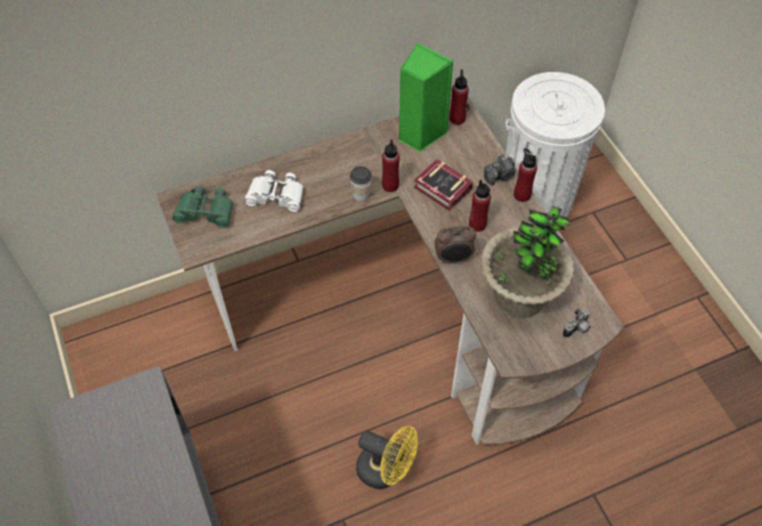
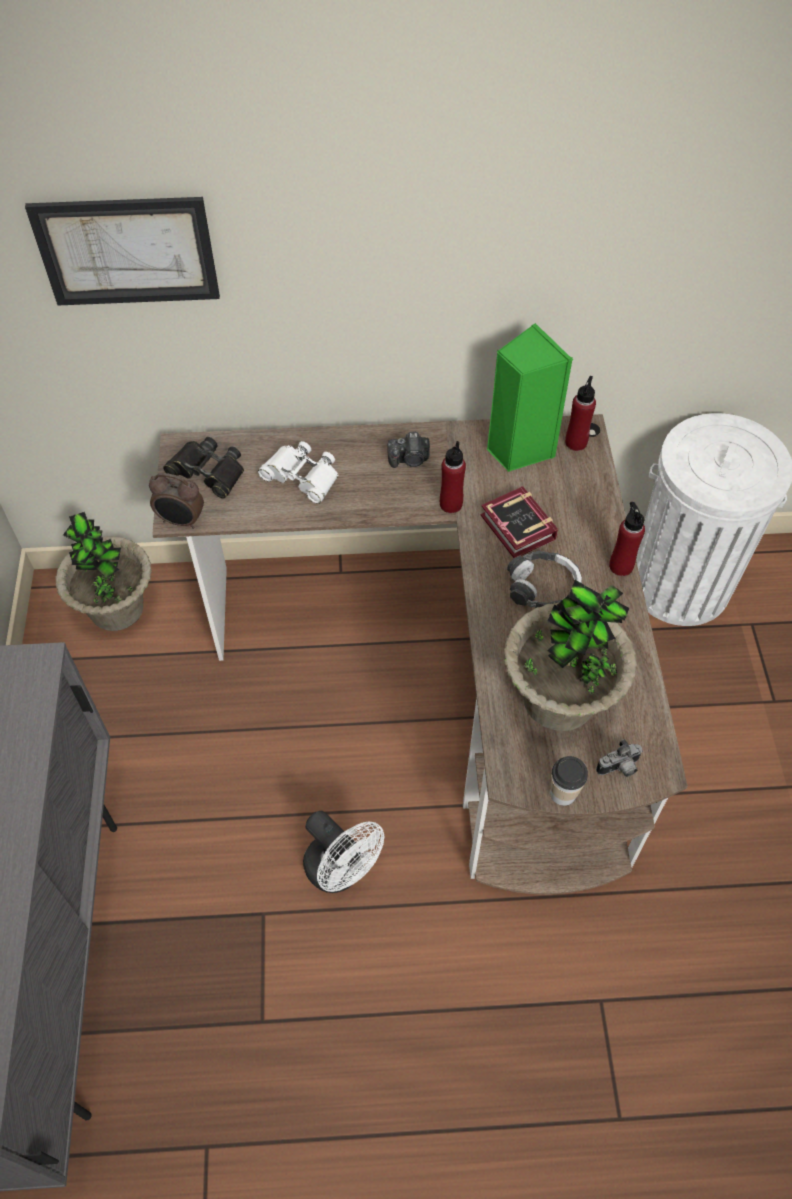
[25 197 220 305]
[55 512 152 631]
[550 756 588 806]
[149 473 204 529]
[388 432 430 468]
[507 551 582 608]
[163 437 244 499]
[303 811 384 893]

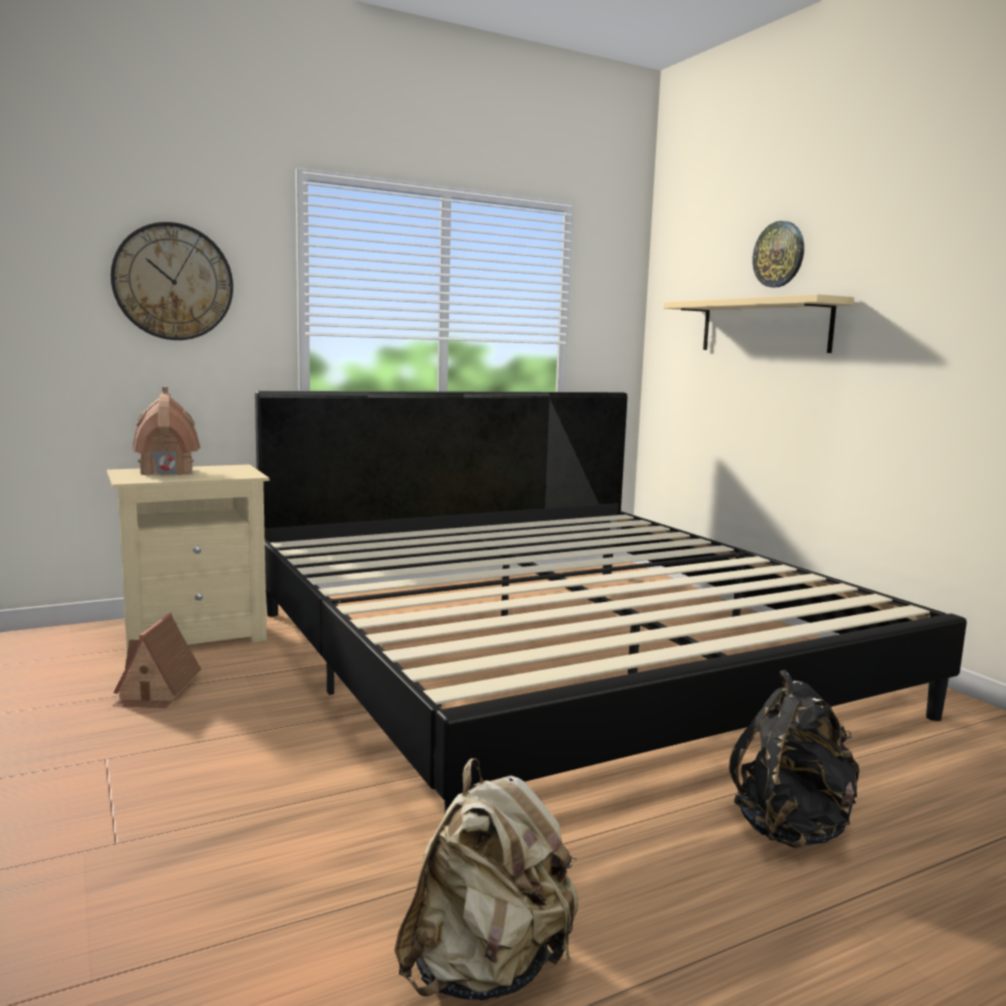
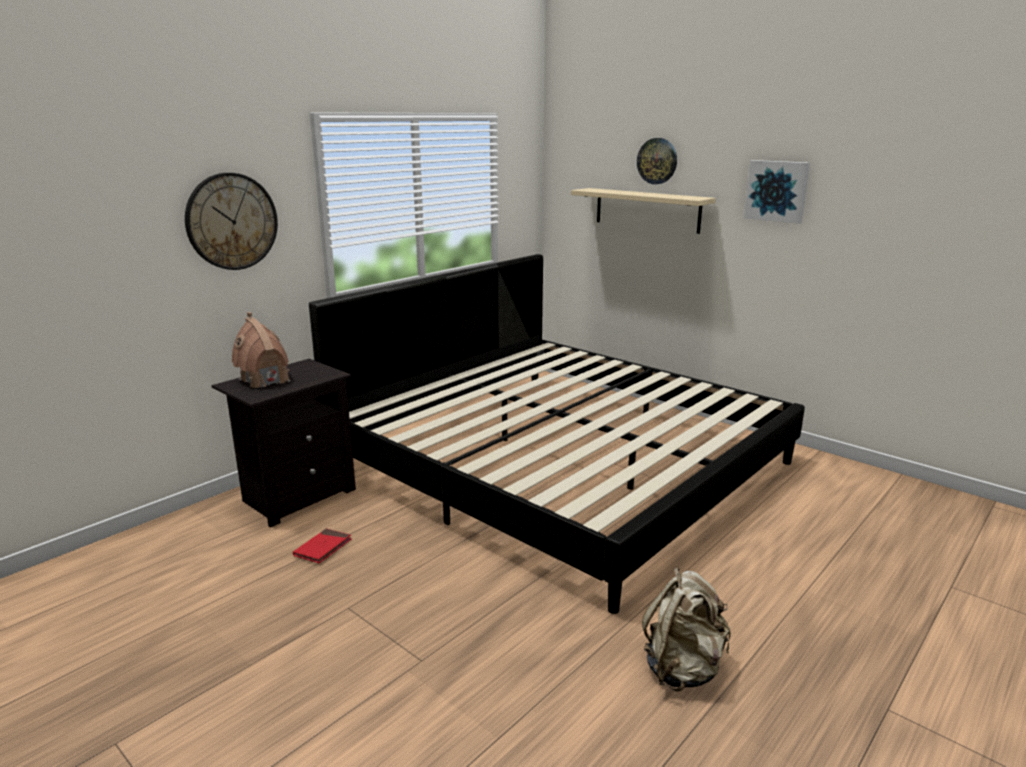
[729 670 859 848] (first image)
[744 160 810 224]
[293 529 352 563]
[212 359 356 528]

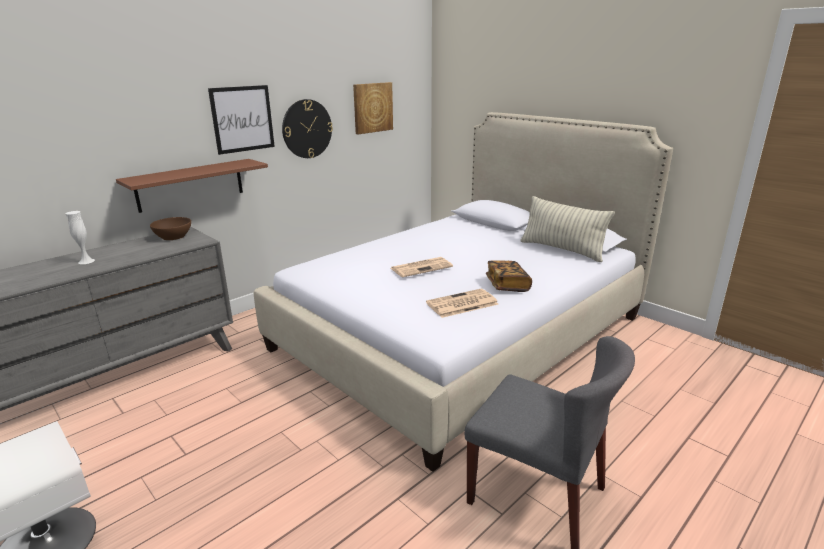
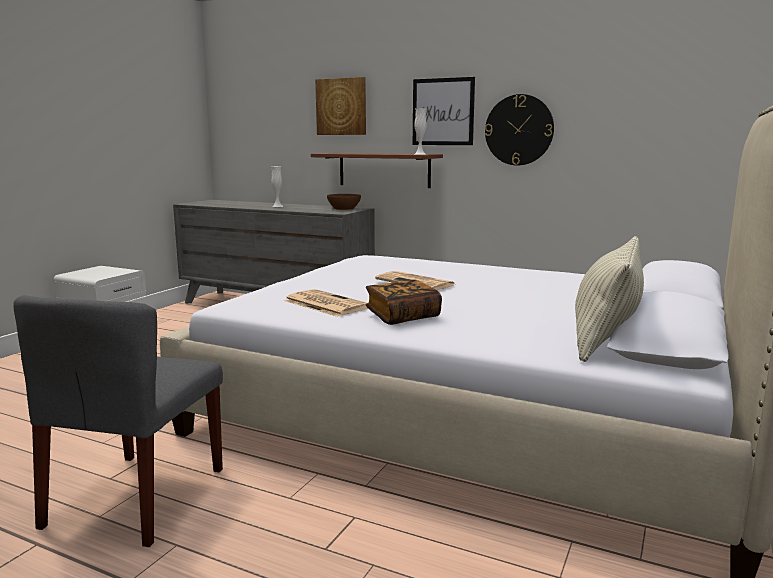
[414 108 426 154]
[315 77 366 135]

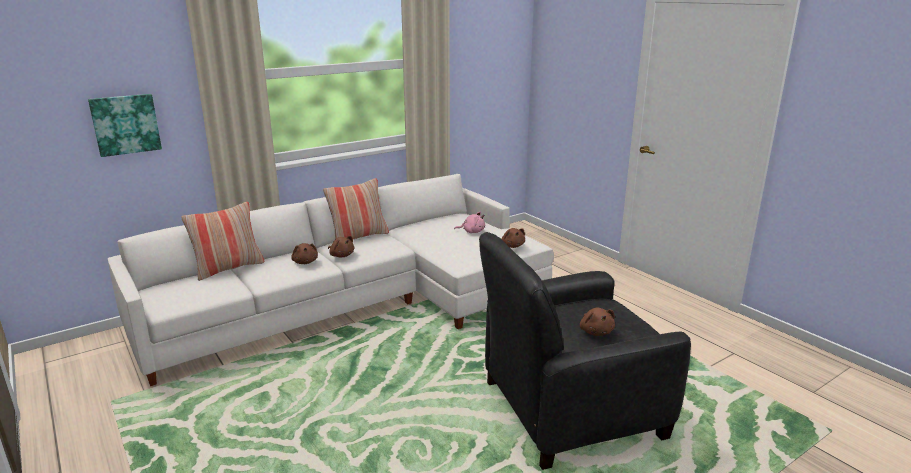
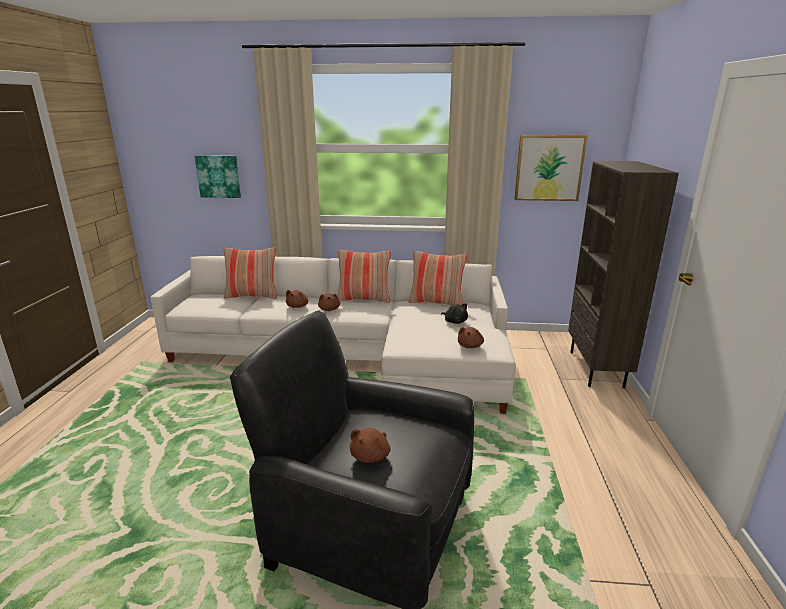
[409 251 467 306]
[514 135 587 201]
[568 161 679 389]
[441 304 468 324]

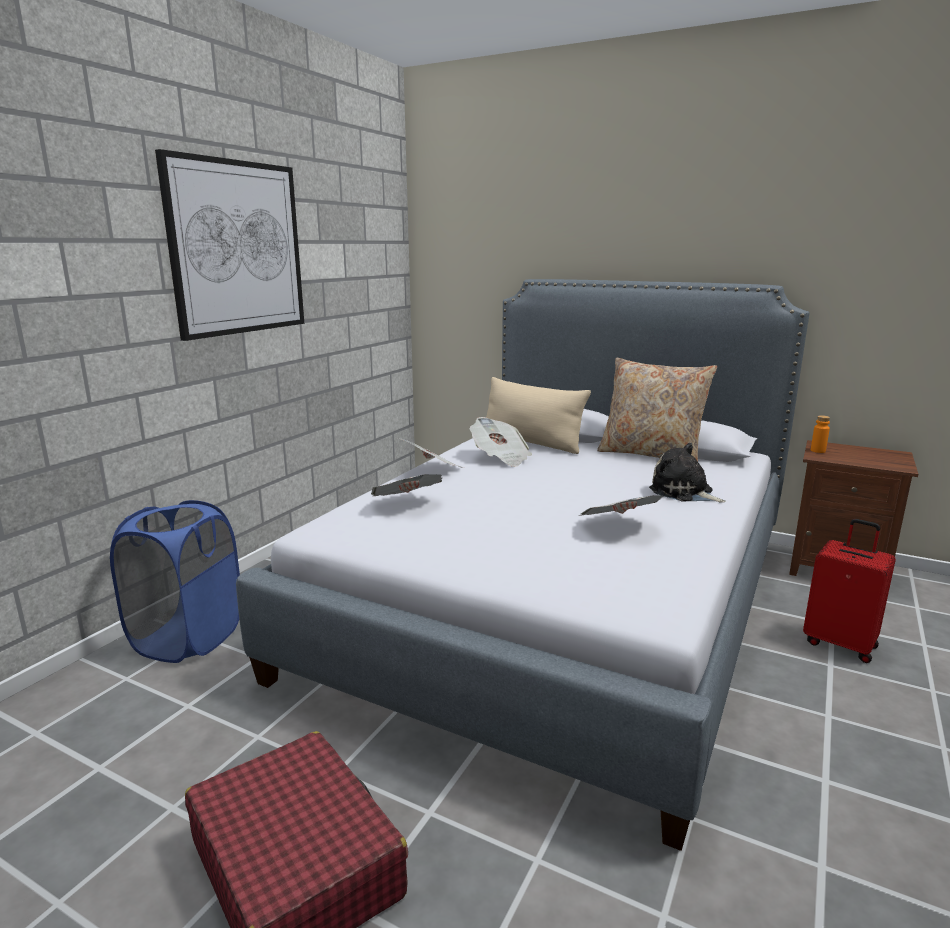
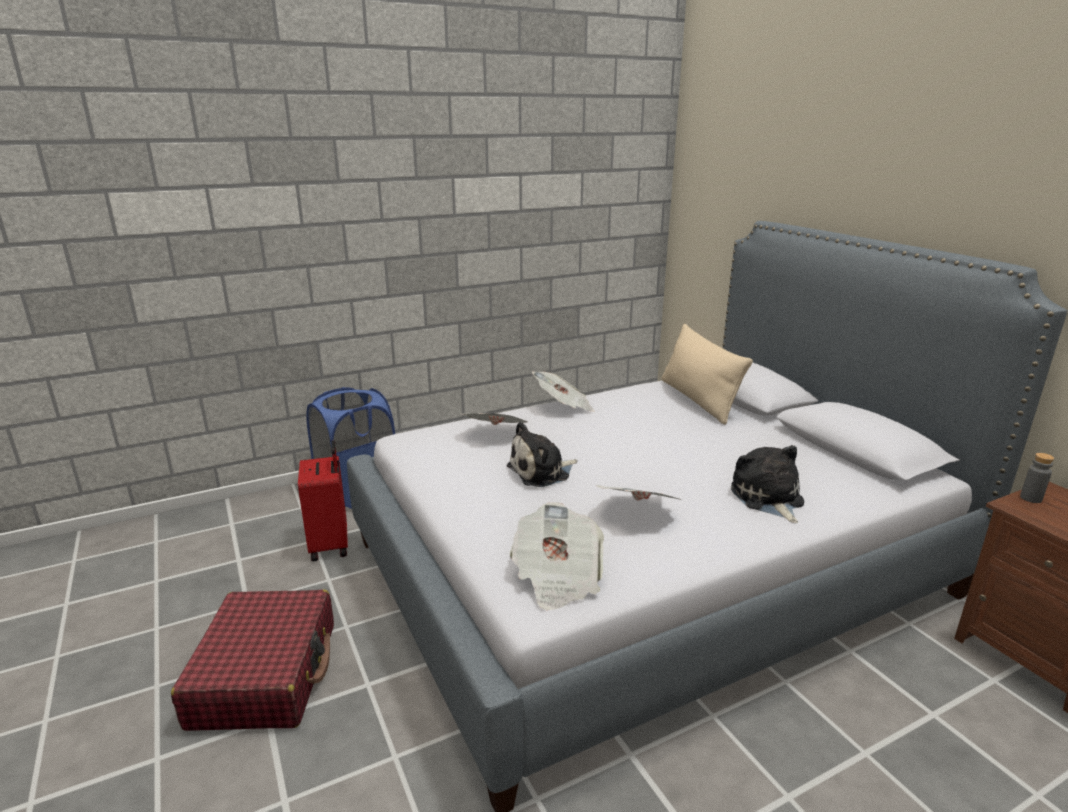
[155 149 304 341] (first image)
[597 358 717 461] (first image)
[507 422 578 487]
[510 502 604 611]
[298 440 348 562]
[1020 453 1054 503]

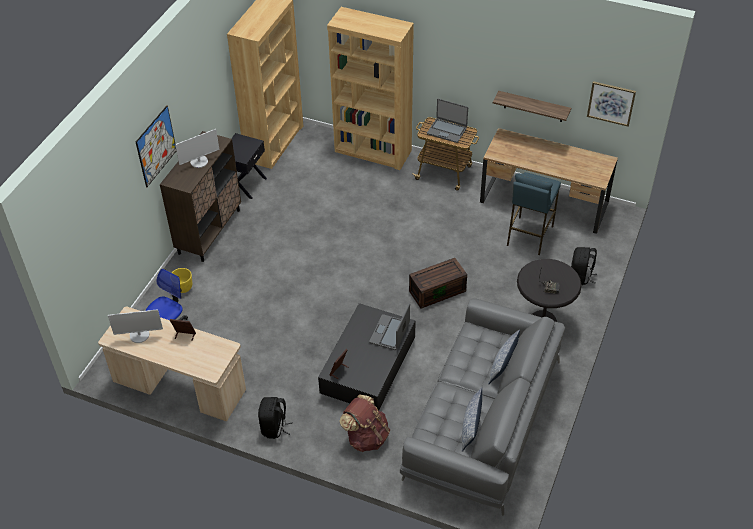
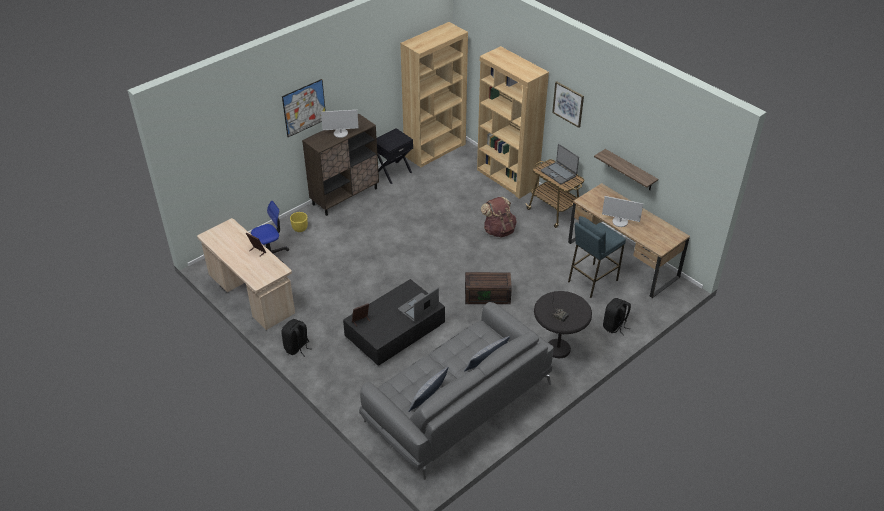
[602 196 643 227]
[481 196 517 238]
[552 81 584 128]

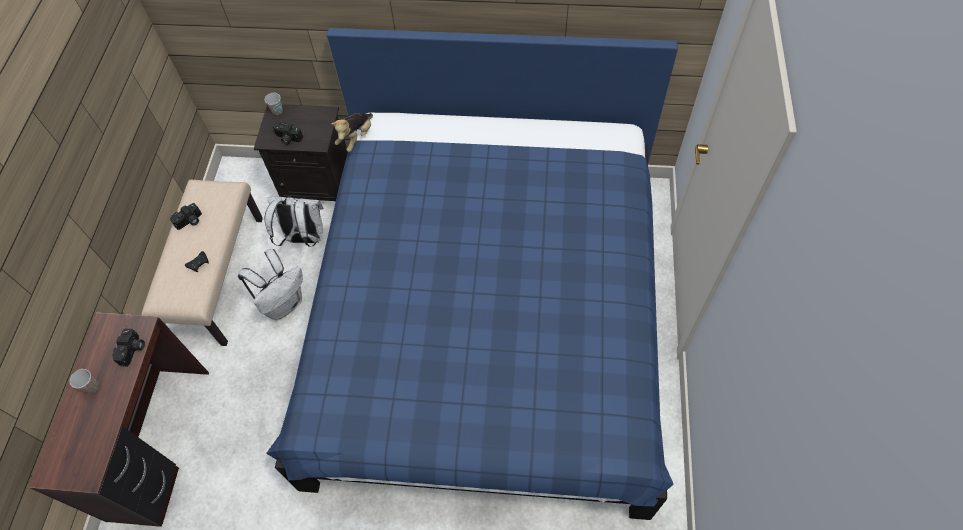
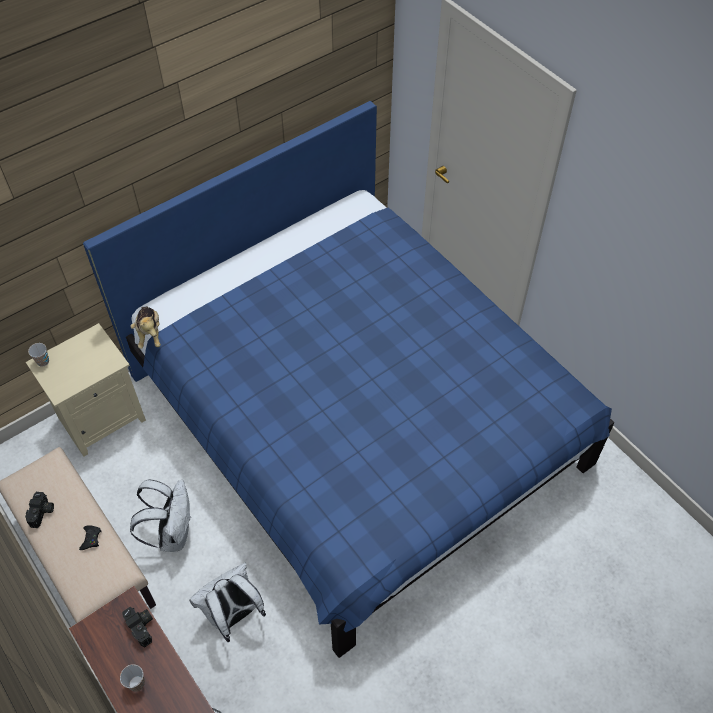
[273 121 303 145] (first image)
[189 562 266 643]
[26 323 146 457]

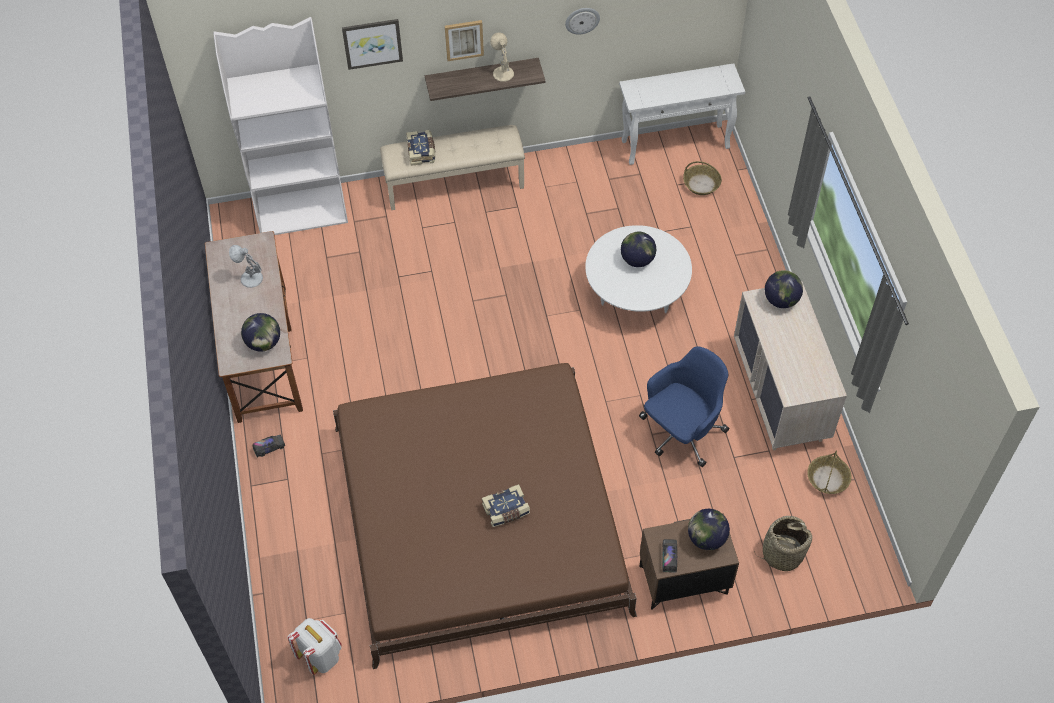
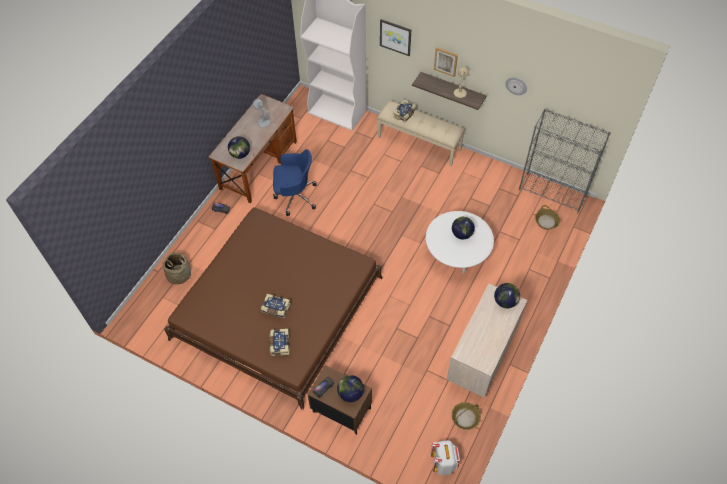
[269 329 289 356]
[430 440 460 475]
[273 149 316 216]
[162 253 191 284]
[519 109 611 213]

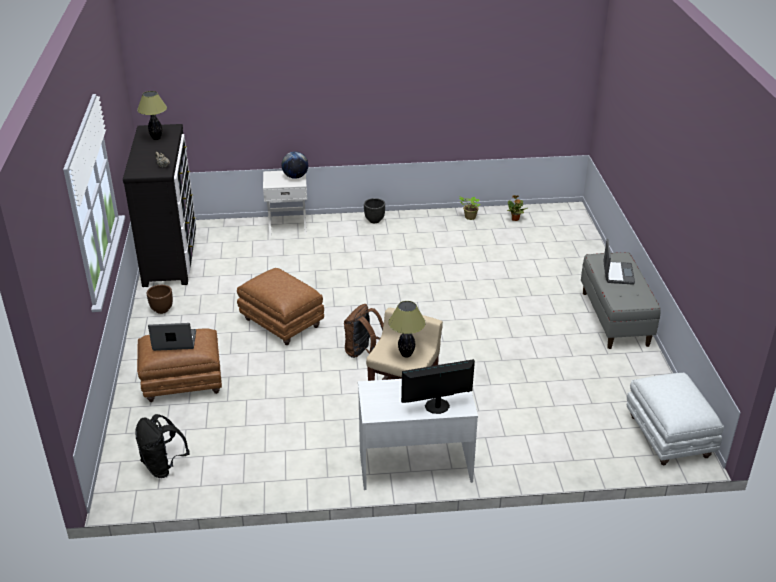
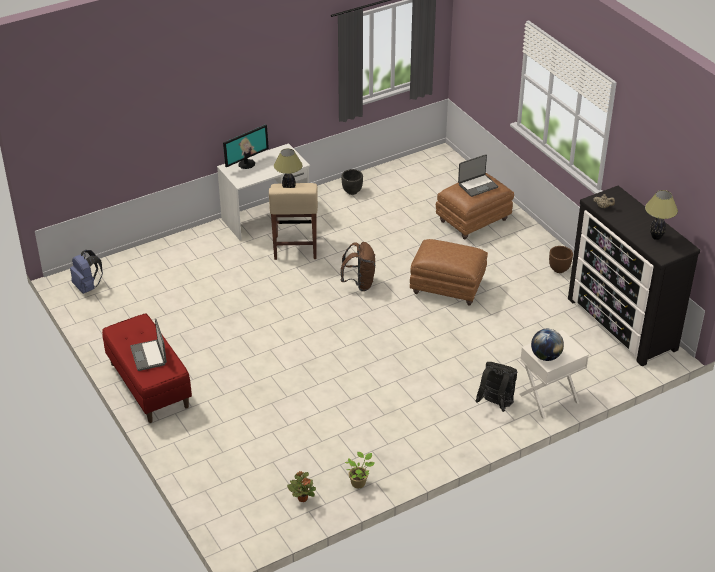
[475 362 517 412]
[341 169 363 195]
[70 250 103 294]
[102 313 192 423]

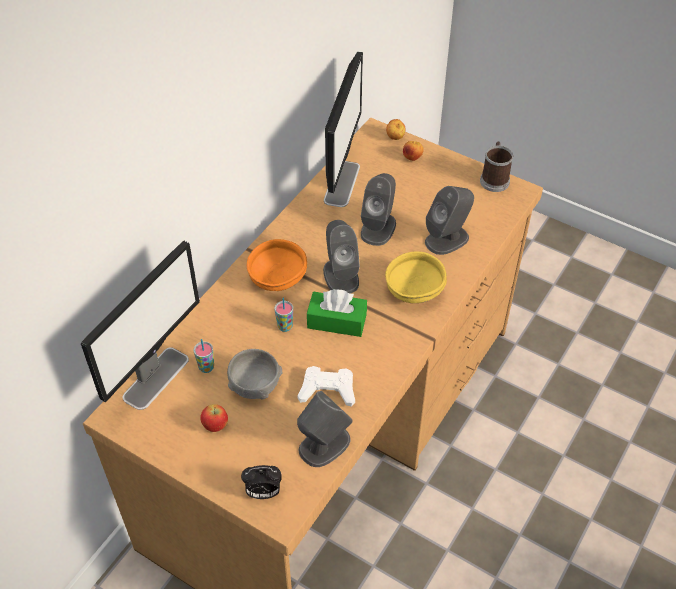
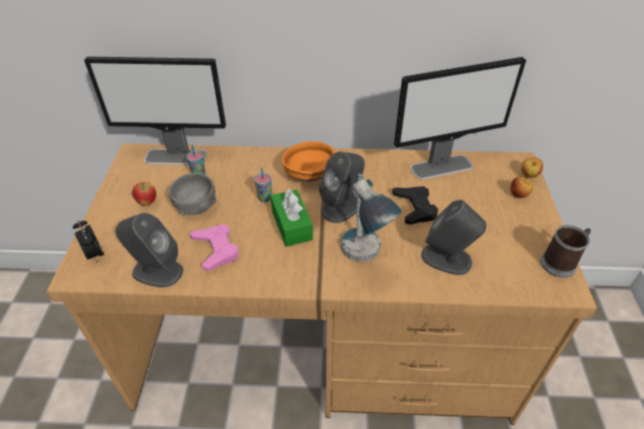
[392 186 438 225]
[341 174 402 262]
[190 224 239 271]

